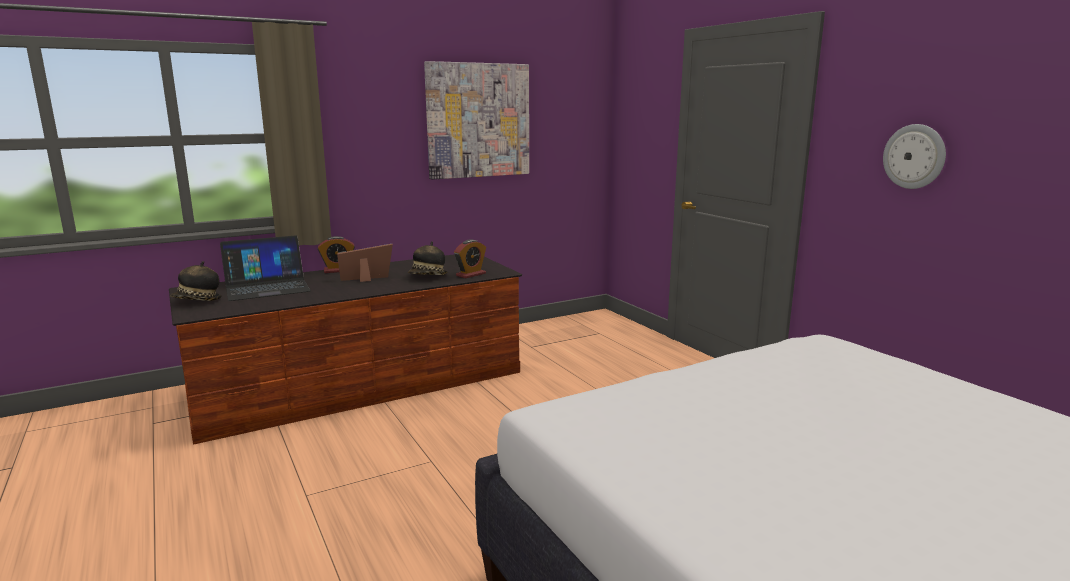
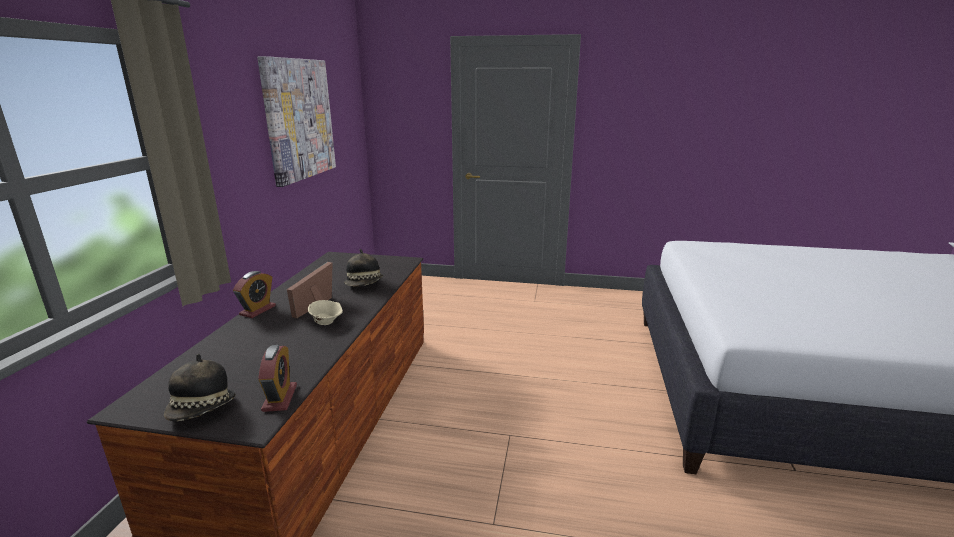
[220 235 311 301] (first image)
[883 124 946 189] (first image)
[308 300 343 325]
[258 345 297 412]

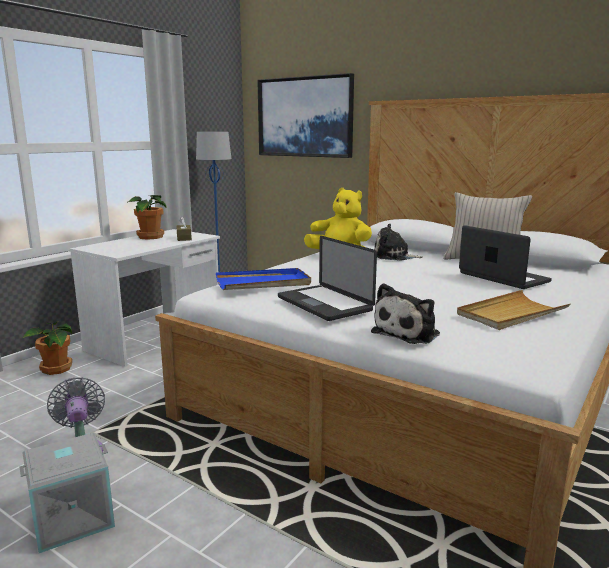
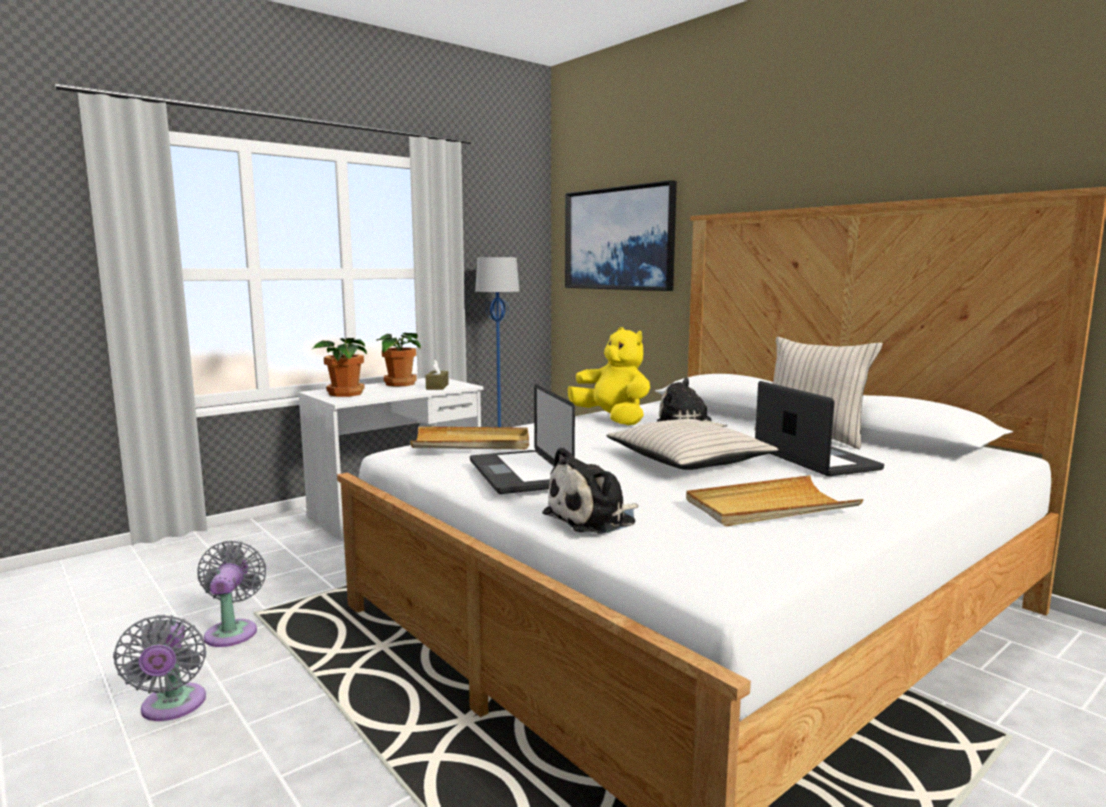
[606 419 779 470]
[312 338 367 397]
[113 615 206 721]
[410 426 529 450]

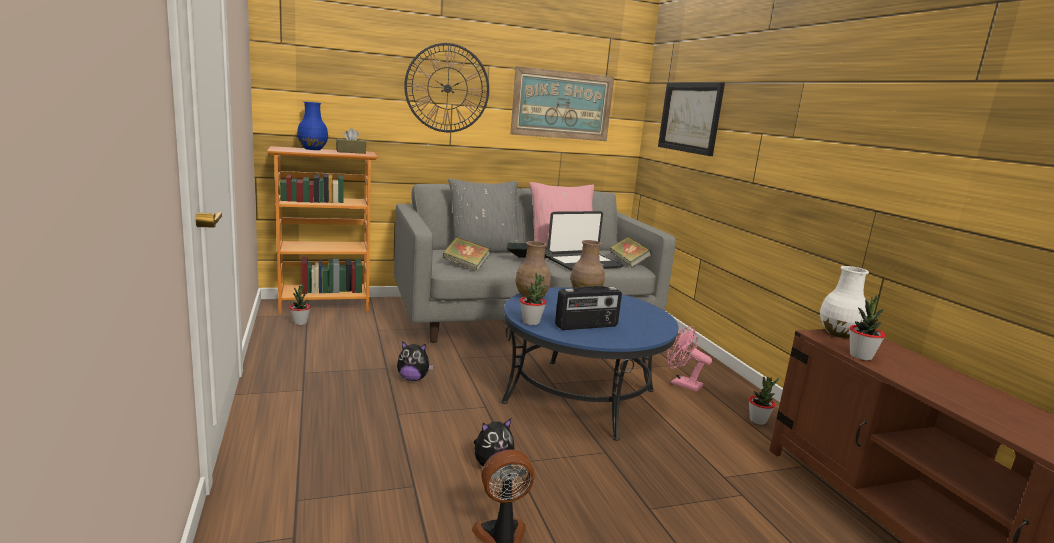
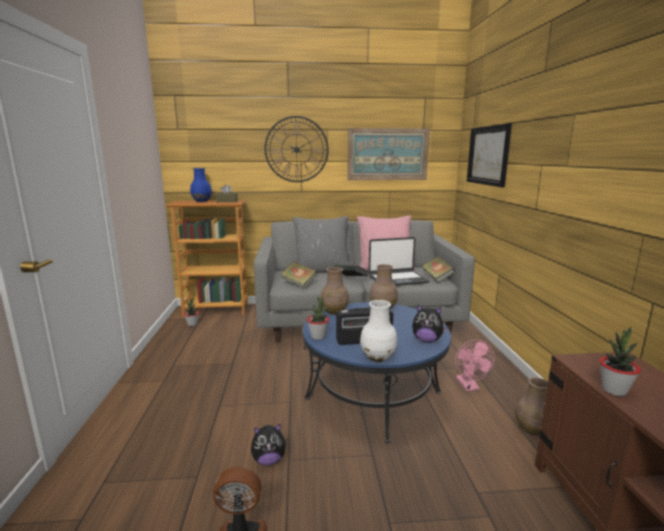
[412 304 447 343]
[360 300 398 362]
[515 377 548 436]
[455 340 495 391]

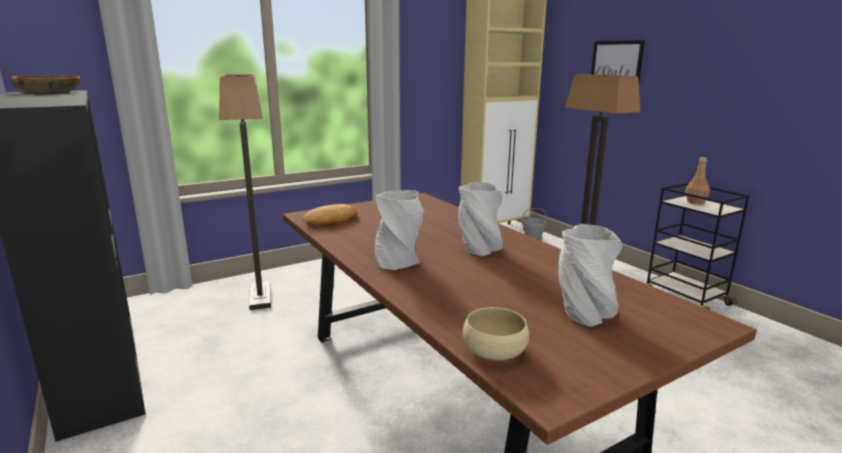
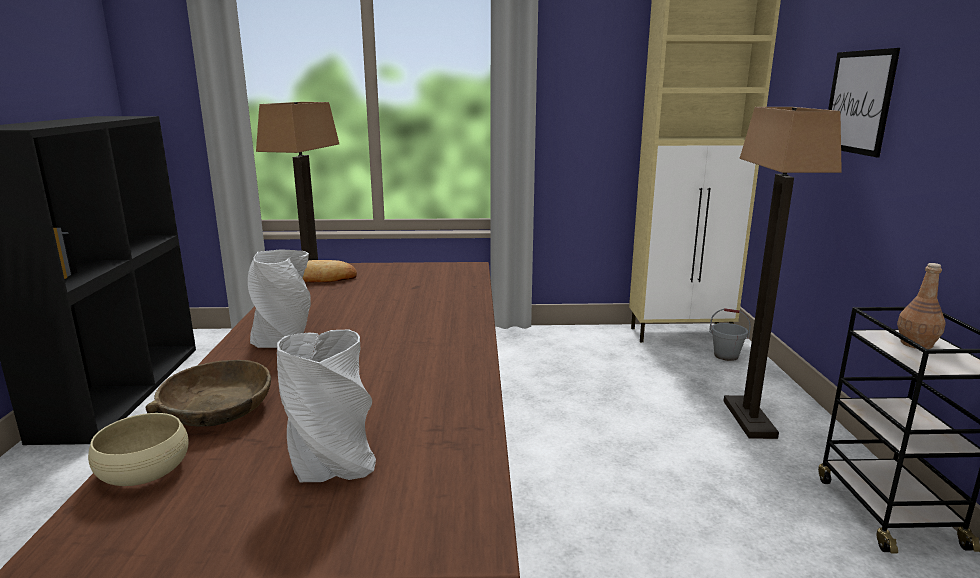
[458 182 503 256] (first image)
[145 360 271 426]

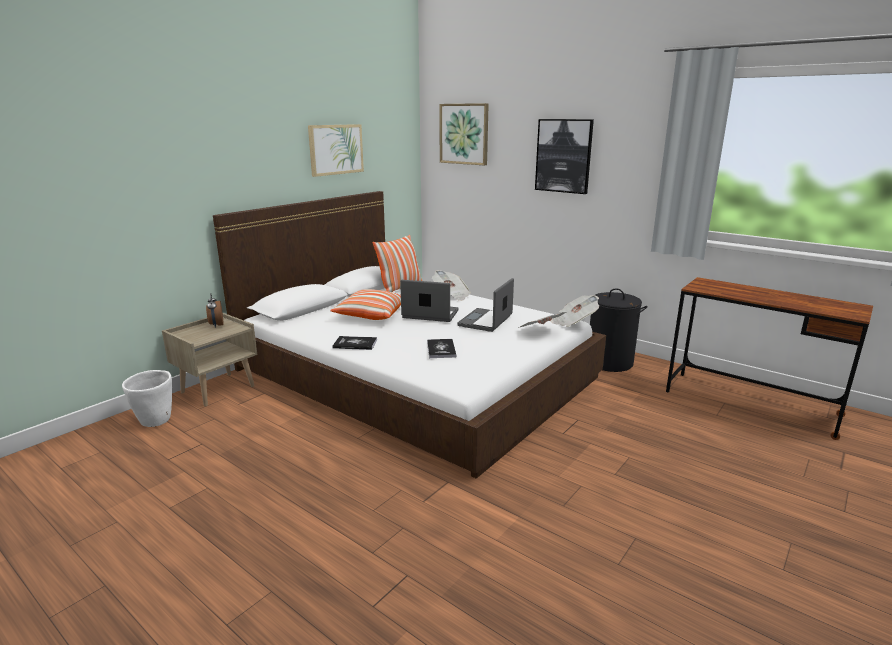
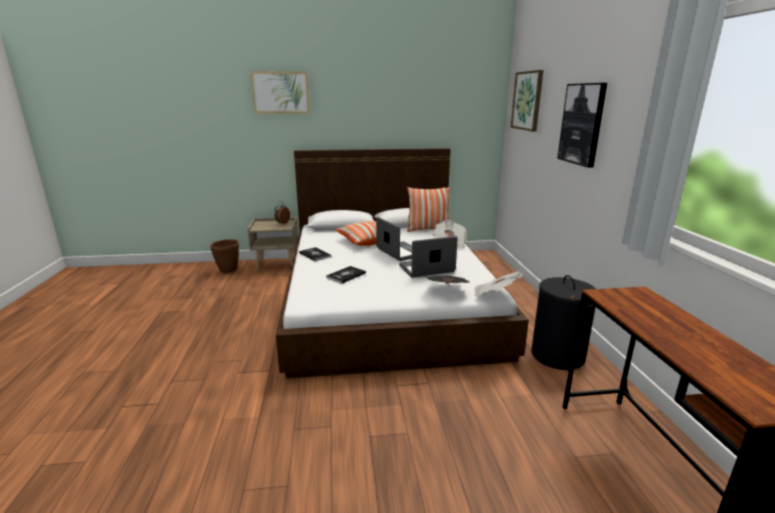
[250 71 310 114]
[210 239 239 273]

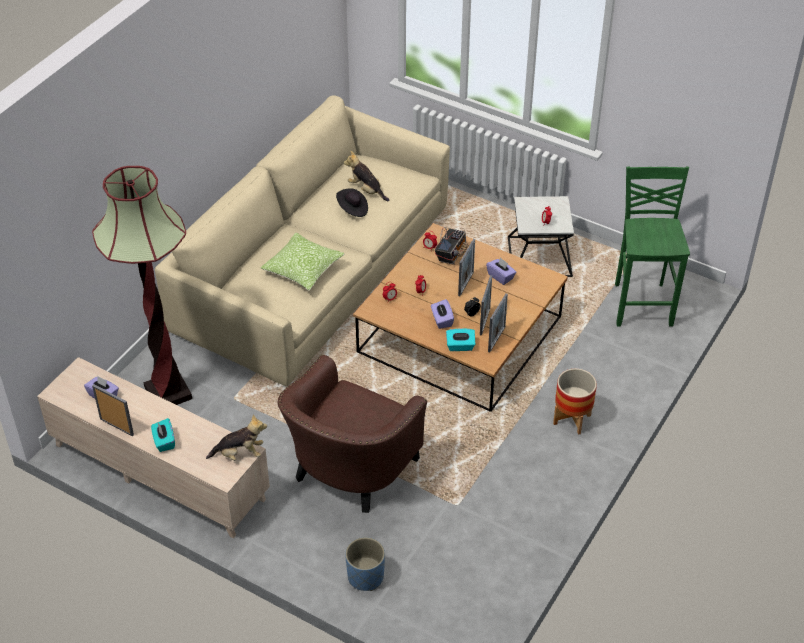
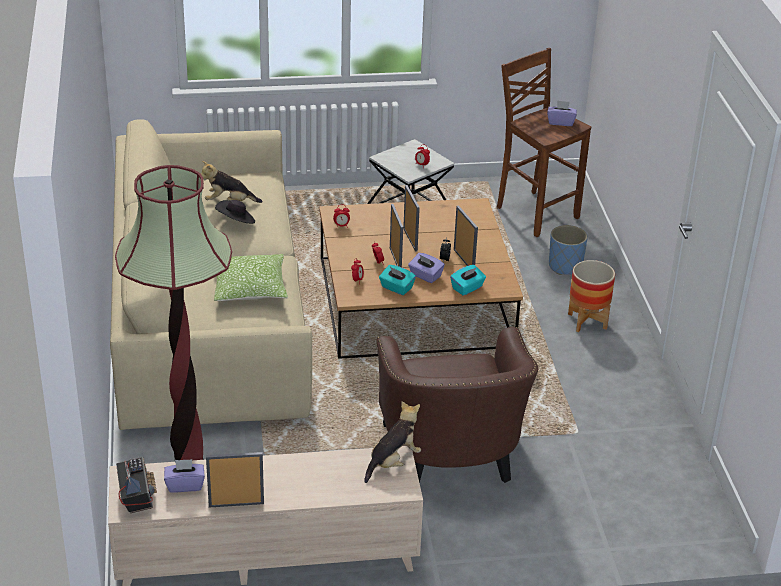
[379 265 416 295]
[549 225 588 275]
[116 457 157 513]
[547 100 577 126]
[390 204 403 267]
[497 48 591 237]

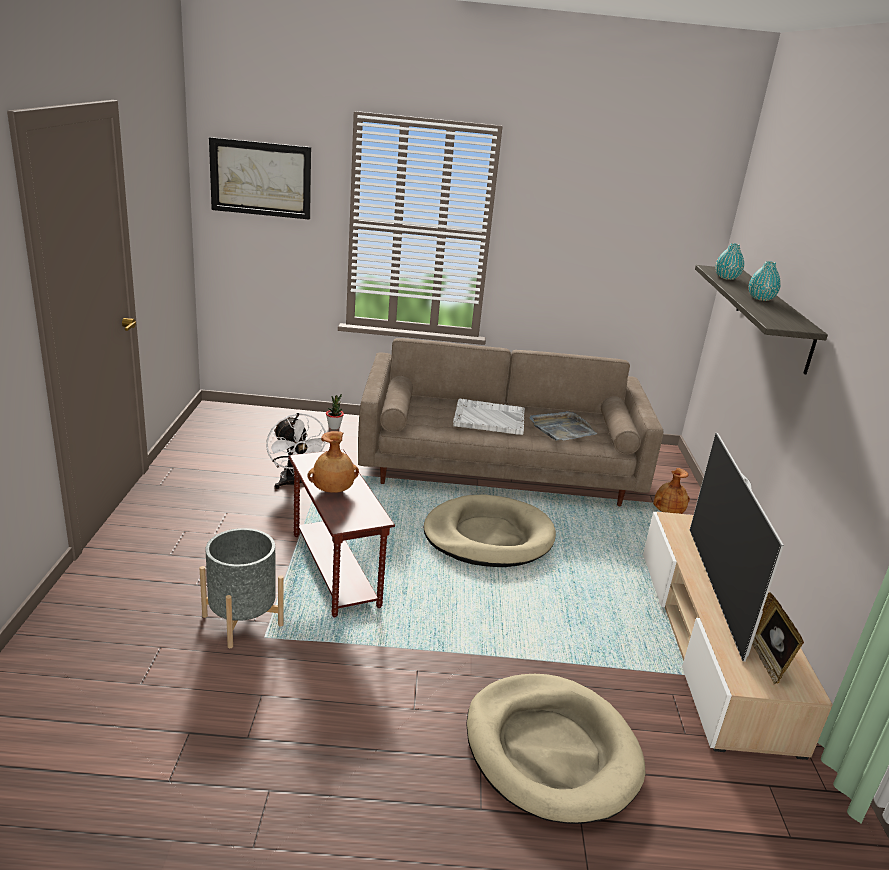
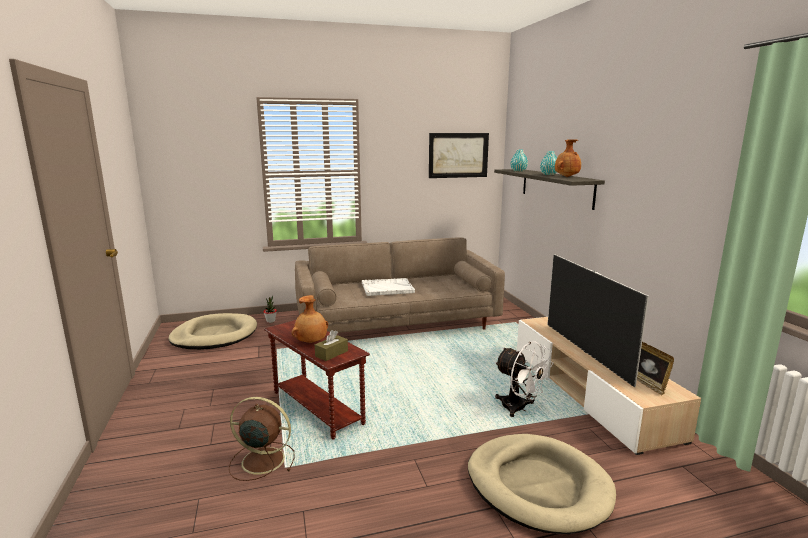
[529 411 598 441] (first image)
[315 330 348 361]
[429 133 489 178]
[495 341 553 417]
[168 313 257 350]
[555 139 581 177]
[229 397 295 481]

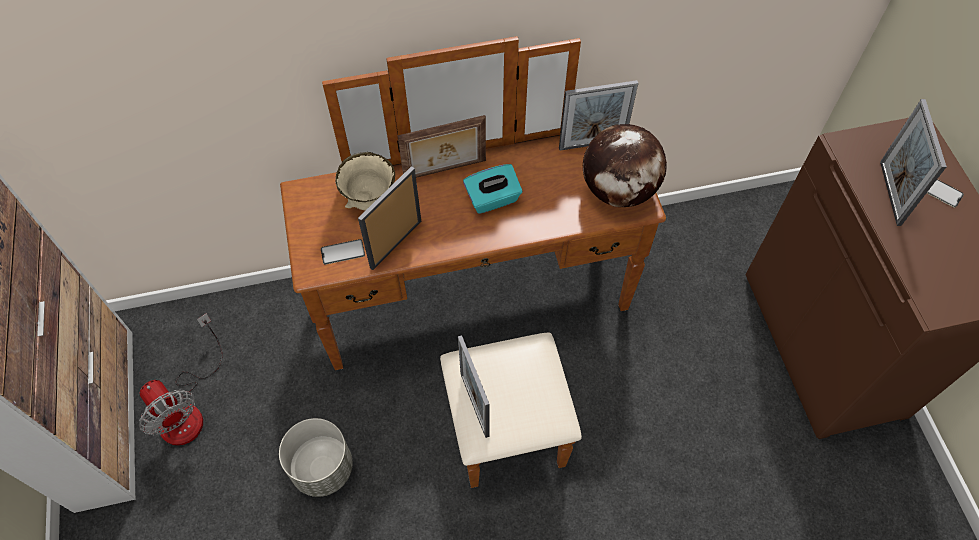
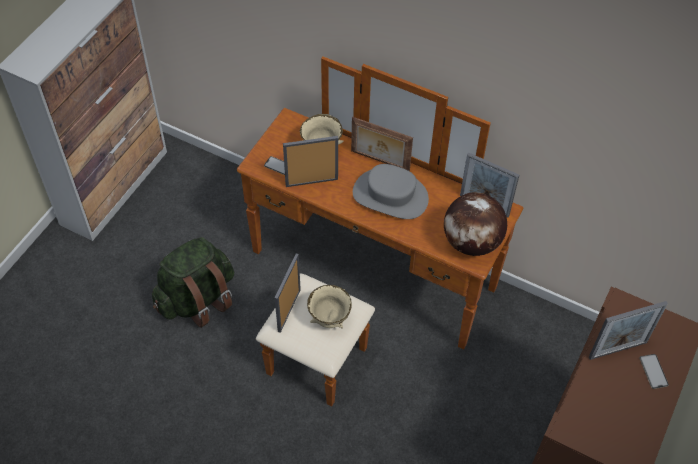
[139 313 222 446] (first image)
[307 285 352 328]
[152 237 234 328]
[353 164 429 219]
[589 301 668 360]

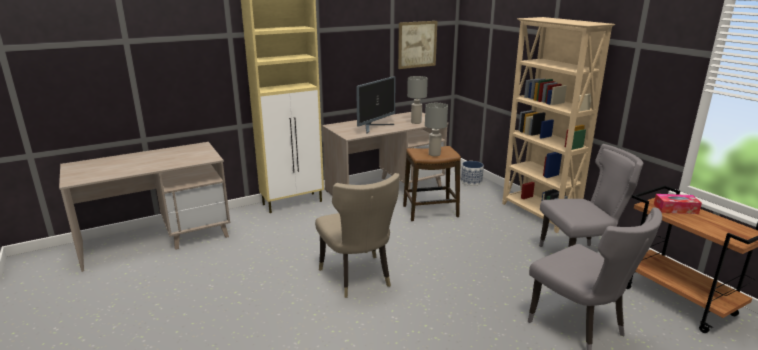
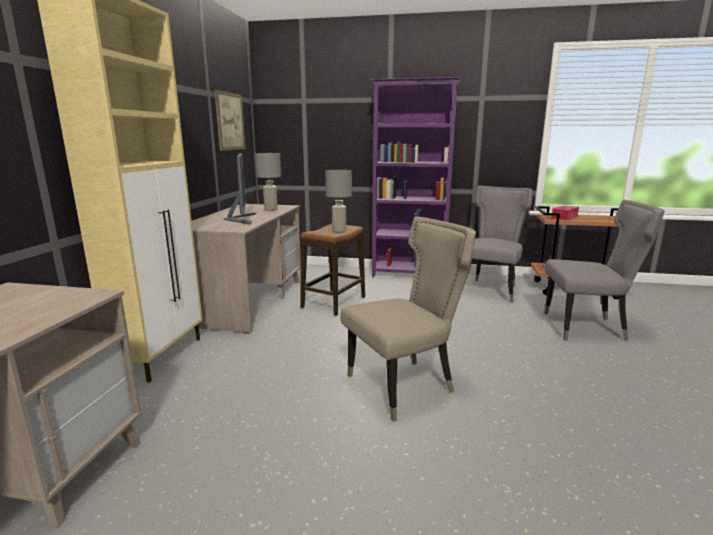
[461 161 484 186] (first image)
[371 77 461 277]
[340 216 476 422]

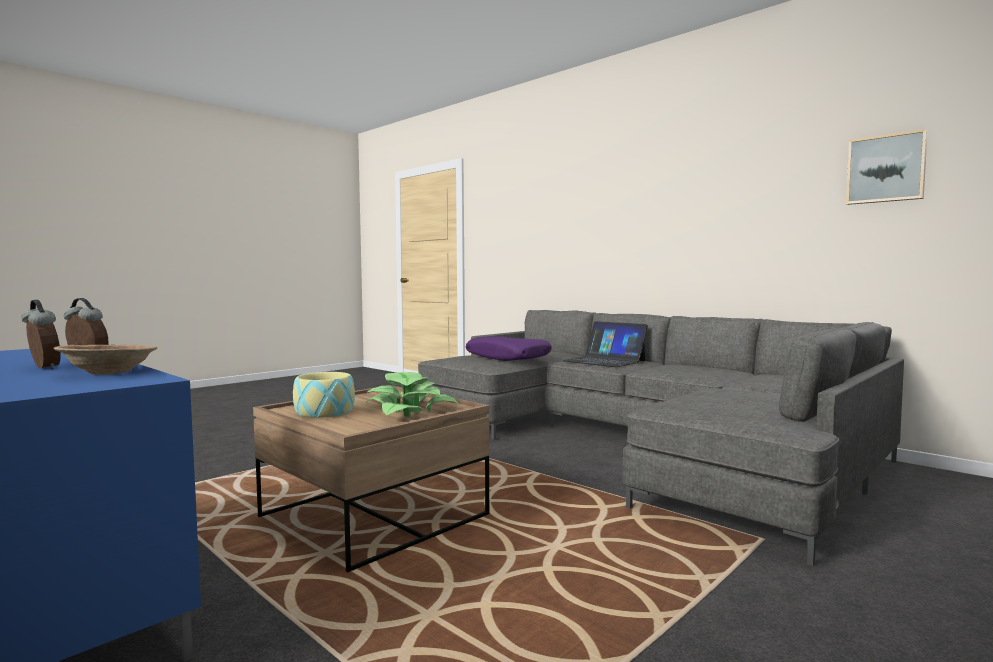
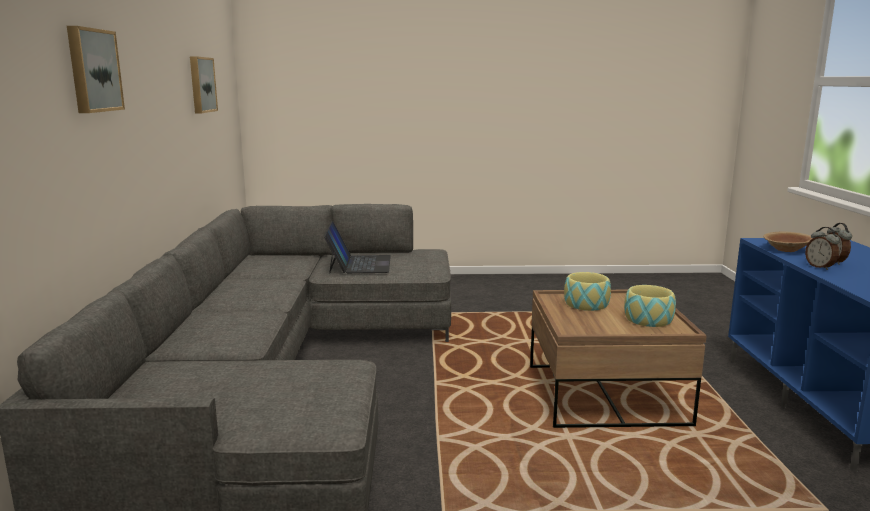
[466 336 552 361] (first image)
[67 26 125 113]
[324 221 391 273]
[564 272 611 311]

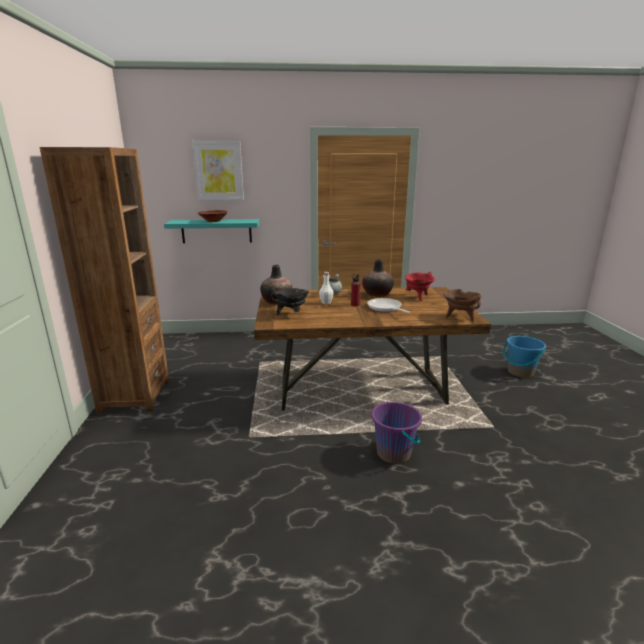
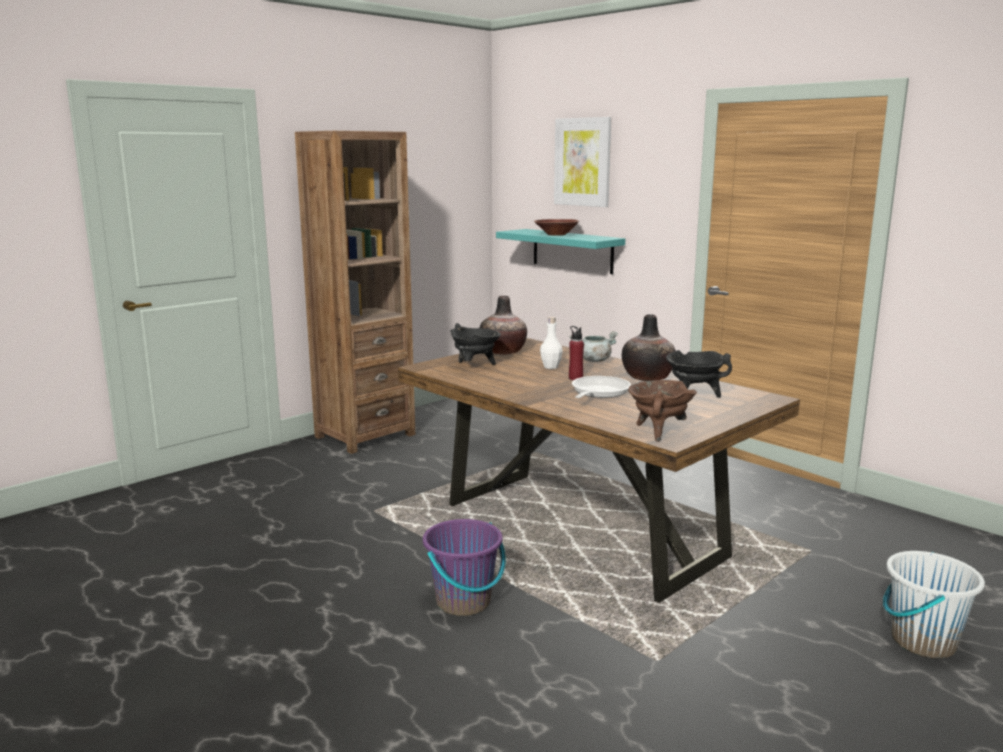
[666 350 732 398]
[883 551 985 658]

